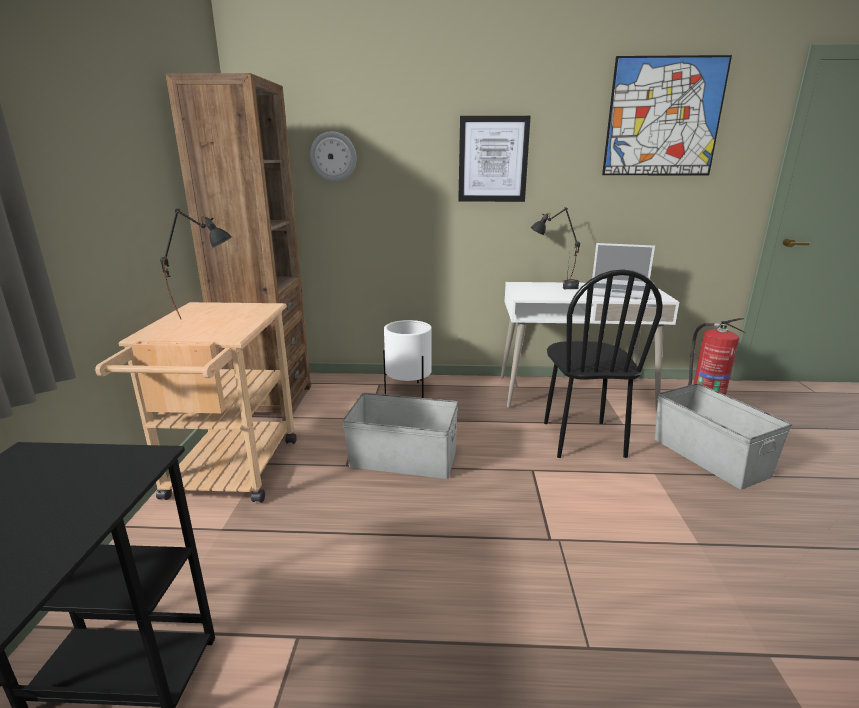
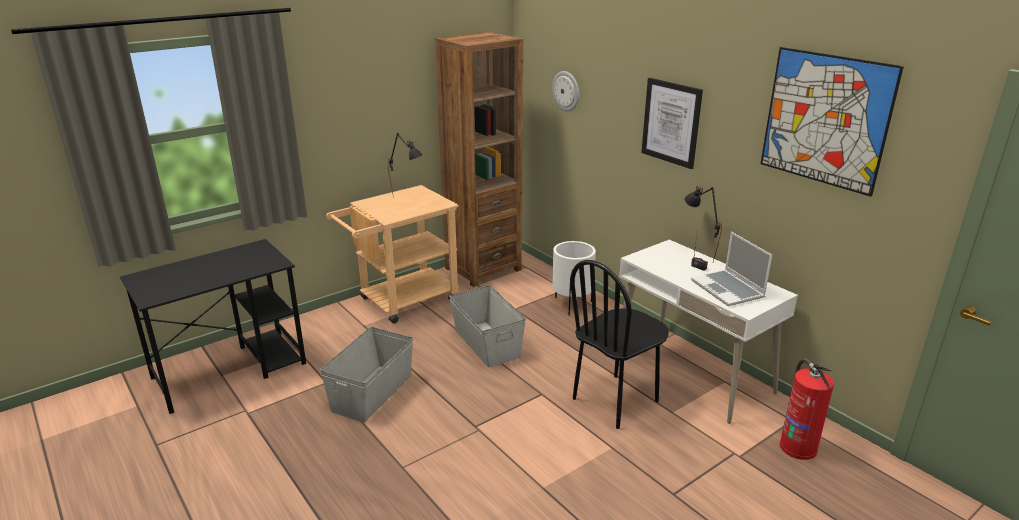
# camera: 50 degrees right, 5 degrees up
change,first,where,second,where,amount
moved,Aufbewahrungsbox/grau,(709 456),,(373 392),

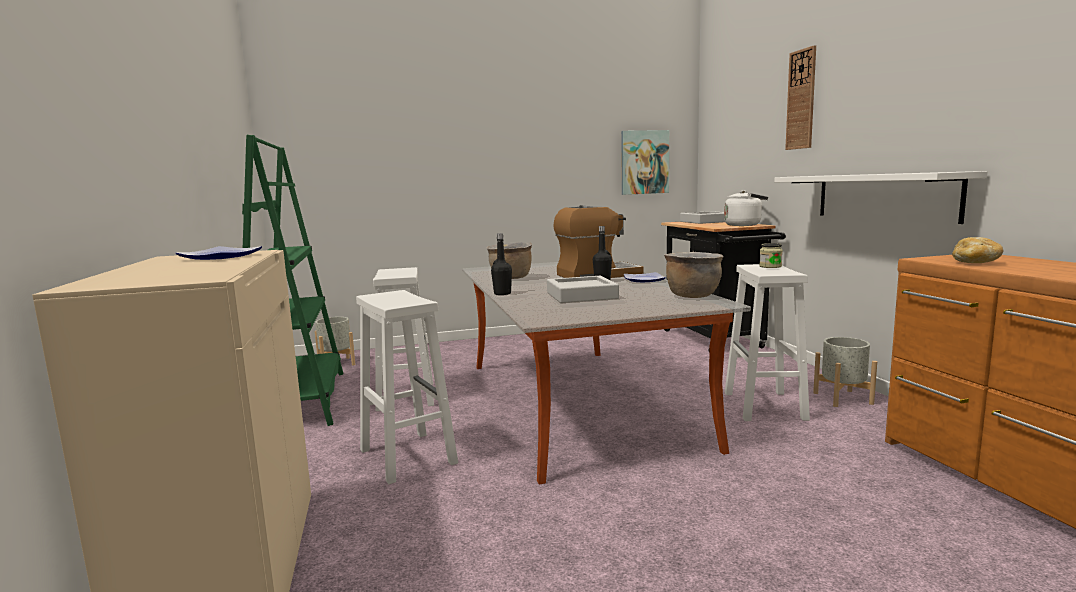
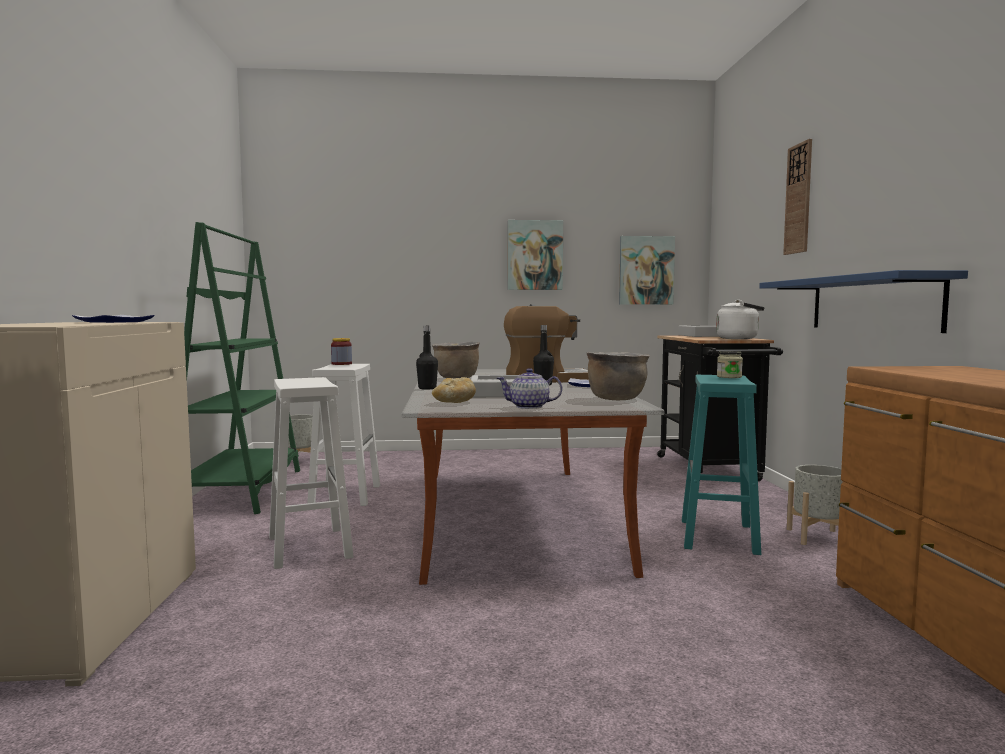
# camera: 10 degrees right, 5 degrees down
change,first,where,second,where,amount
added,,,Vorratsglas,(341 364),
moved,Brot,(975 263),,(454 402),
added,,,Teekanne,(529 407),
added,,,Bild,(535 255),
recoloured,Hocker/weiß,(765 406),Hocker/türkis,(719 537),
recoloured,Wandregal/weiß,(884 196),Wandregal/blau,(872 303),

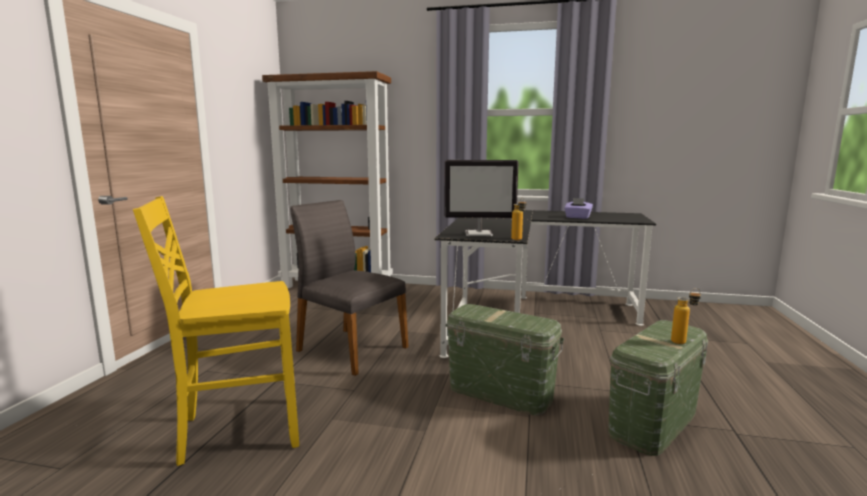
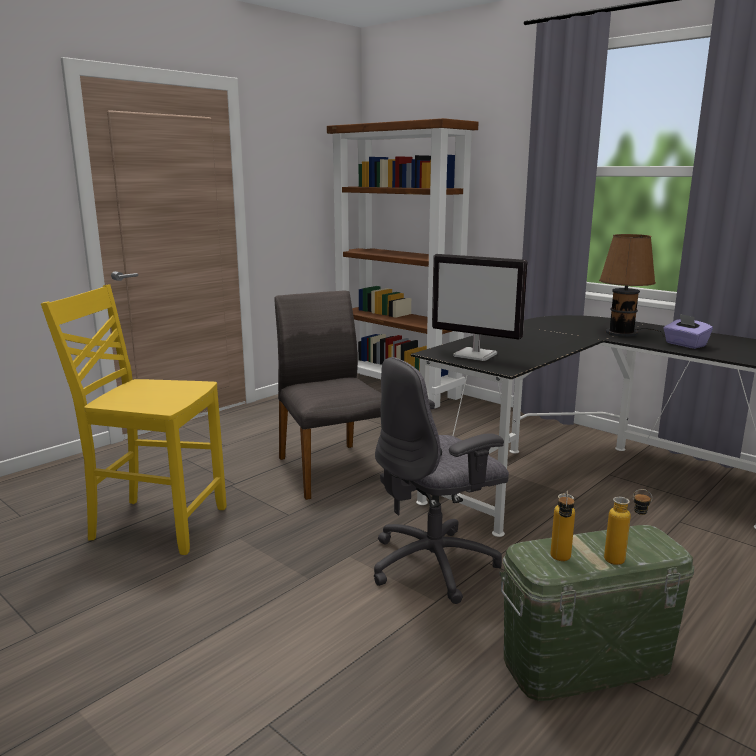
# camera: 30 degrees right, 5 degrees up
change,first,where,second,where,amount
replaced,Aufbewahrungsbox/grün,(500 393),Bürostuhl/grau,(435 564),
moved,Flasche,(518 240),,(560 561),
added,,,Tischlampe/braun,(625 333),

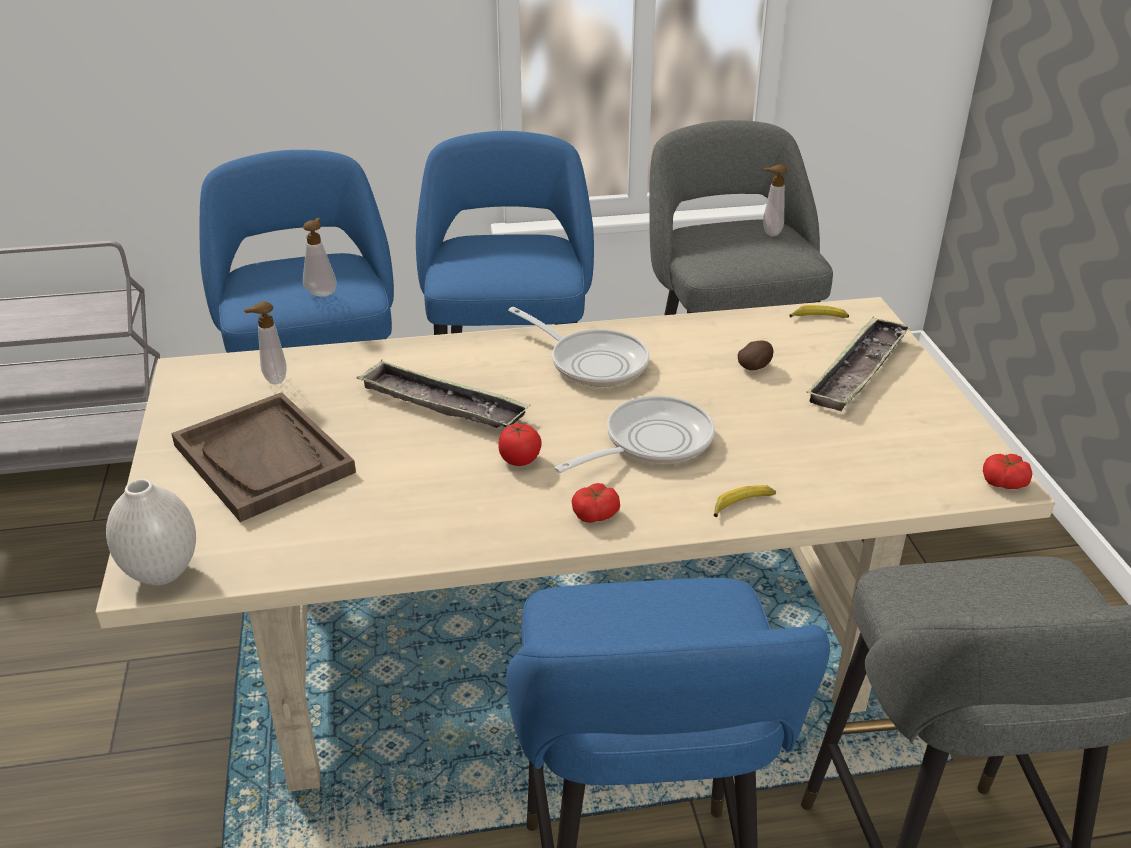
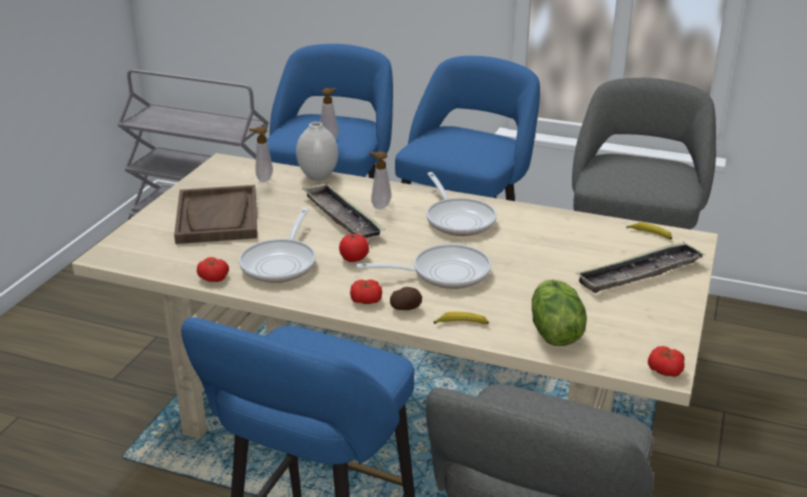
# camera: 30 degrees right, 5 degrees down
change,first,where,second,where,amount
added,,,Tomate,(213 277),
added,,,Pfanne,(281 263),
moved,Vase/weiß,(162 574),,(318 177),
moved,Seifenspender,(769 233),,(379 206),
moved,Kartoffel,(755 367),,(406 308),
added,,,Salatkopf,(553 332),

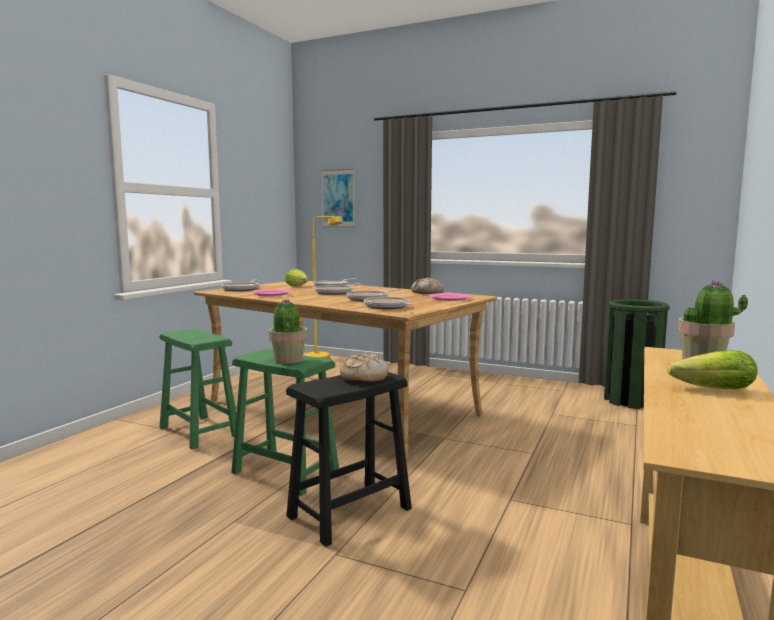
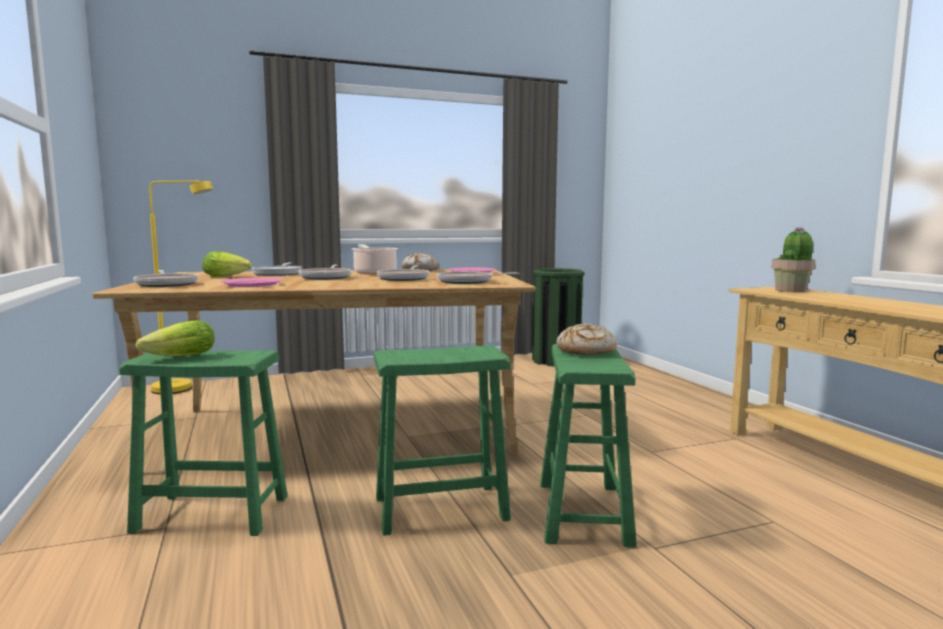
# camera: 45 degrees left, 0 degrees up
change,first,where,second,where,amount
moved,Salatkopf,(708 389),,(177 357),
added,,,Kochtopf,(374 273),
recoloured,Hocker/schwarz,(349 512),Hocker/grün,(582 513),
removed,Topfpflanze,(288 360),,,
removed,Bild,(338 198),,,

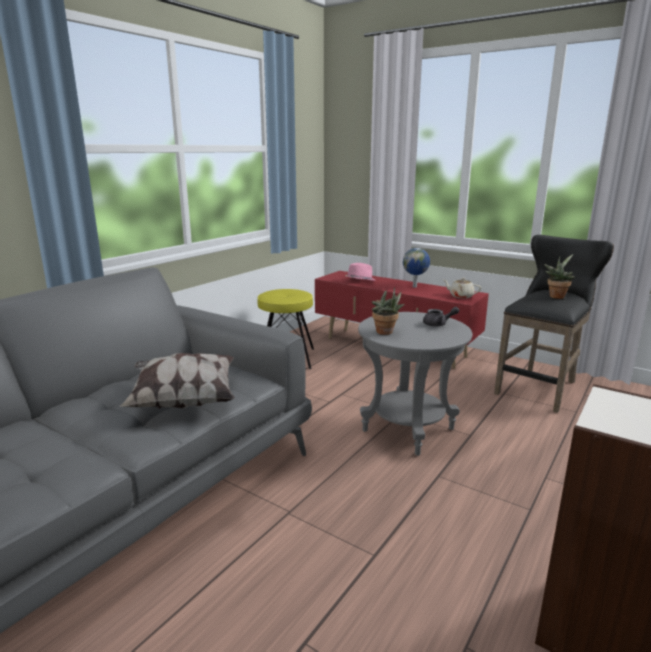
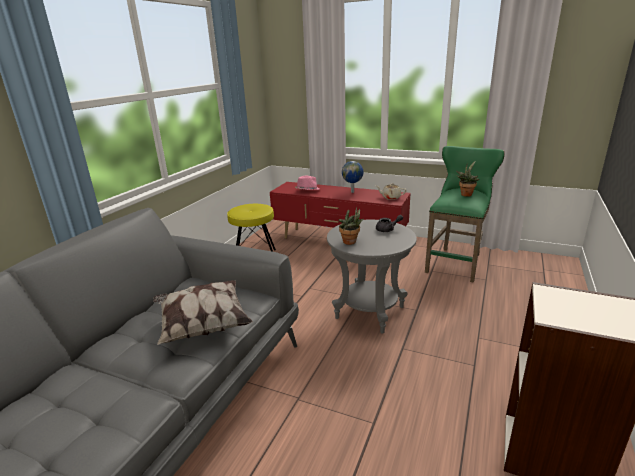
# camera: 10 degrees left, 5 degrees up
change,first,where,second,where,amount
recoloured,Hocker/schwarz,(540 387),Hocker/grün,(456 262),

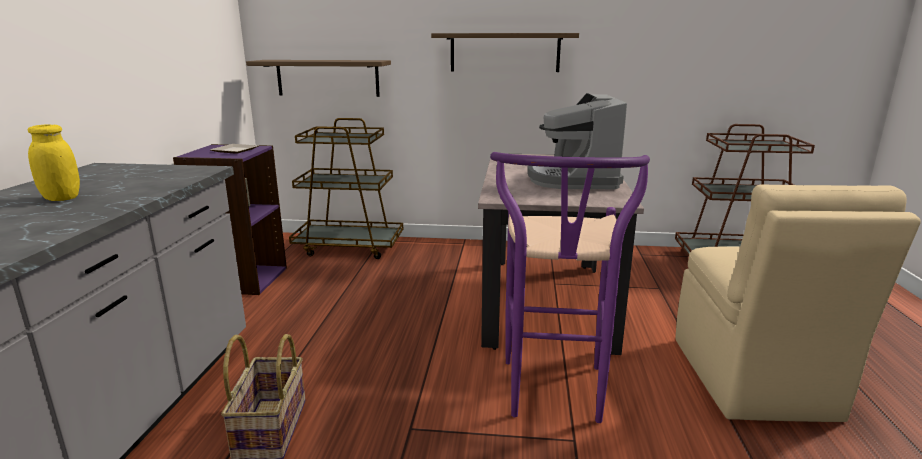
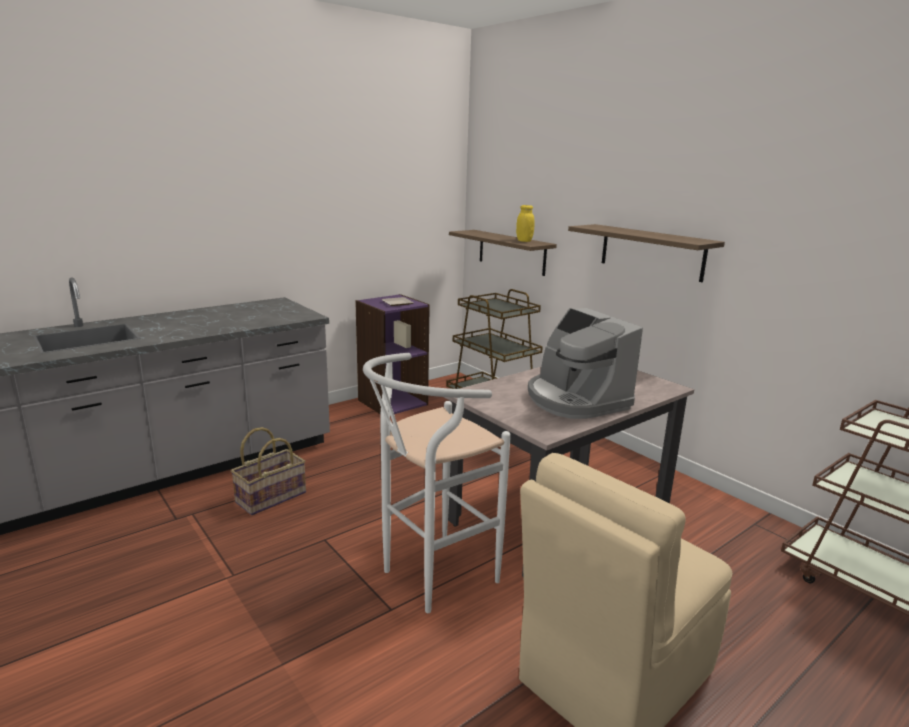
# camera: 45 degrees right, 0 degrees up
change,first,where,second,where,amount
recoloured,Hocker/lila,(554 397),Hocker/weiß,(430 578),
moved,Vorratsglas/gelb,(61 198),,(524 241),
turned,Kaffeemaschine,(573 179),,(575 400),75 degrees counterclockwise

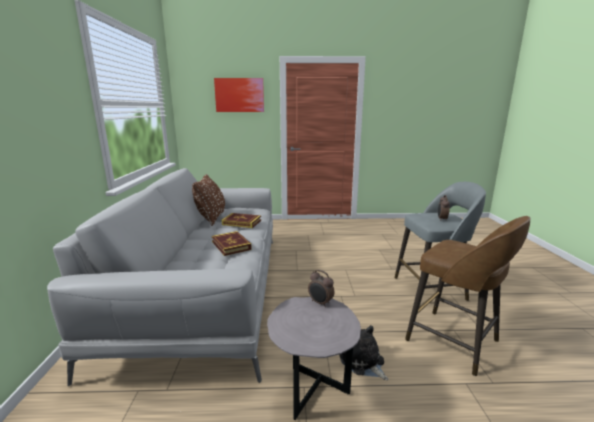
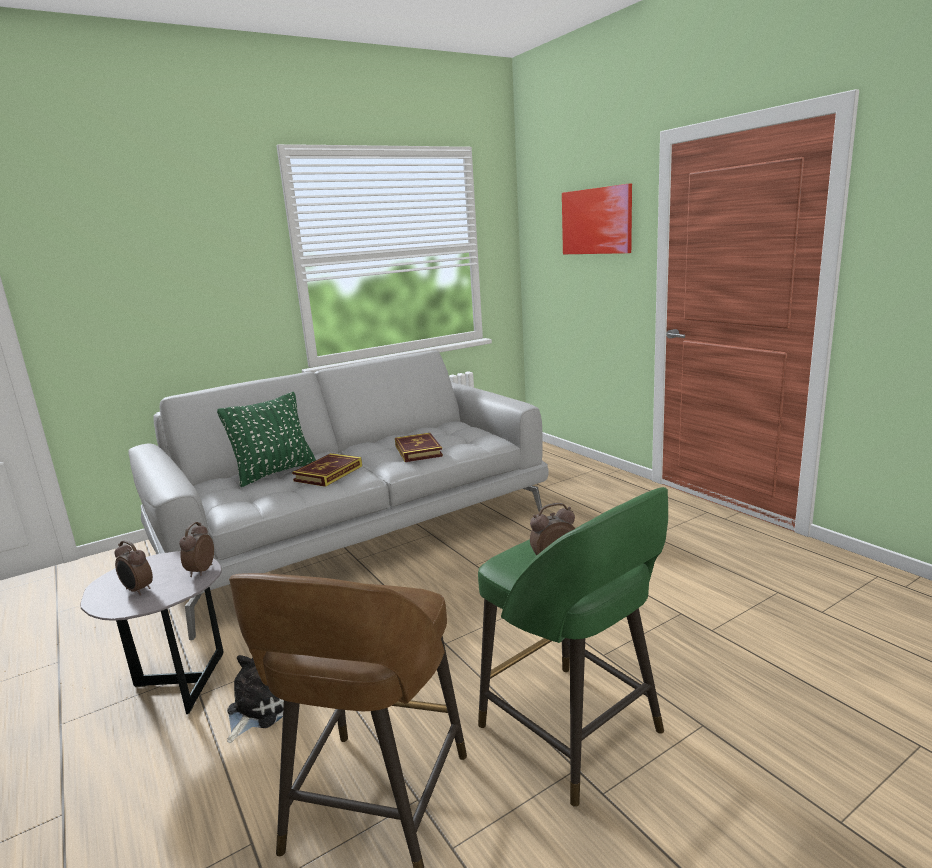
# camera: 60 degrees right, 0 degrees up
change,first,where,second,where,amount
added,,,Wecker,(138 590),
added,,,Kissen/grün,(275 472),
recoloured,Hocker/grau,(431 288),Hocker/grün,(573 732),
removed,Kissen/braun,(211 218),,,

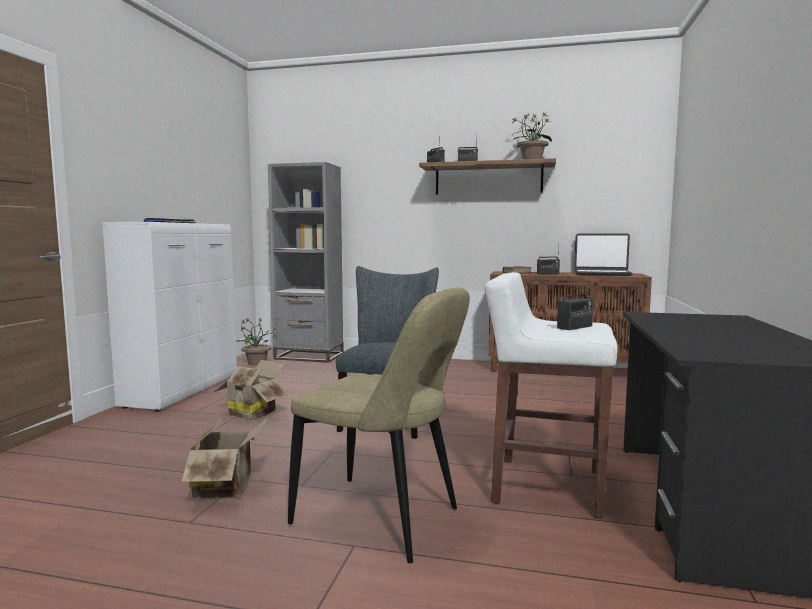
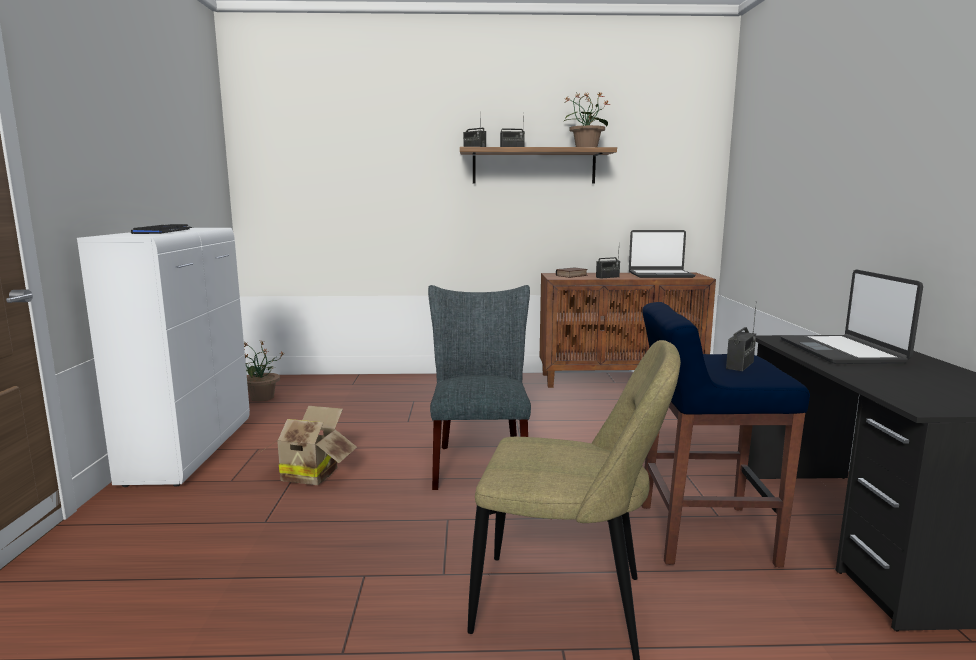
# camera: 15 degrees left, 5 degrees up
change,first,where,second,where,amount
recoloured,Hocker/weiß,(545 486),Hocker/blau,(702 534),
added,,,Laptop,(842 351),
removed,Karton,(228 487),,,
removed,Bücherregal/grau,(309 356),,,

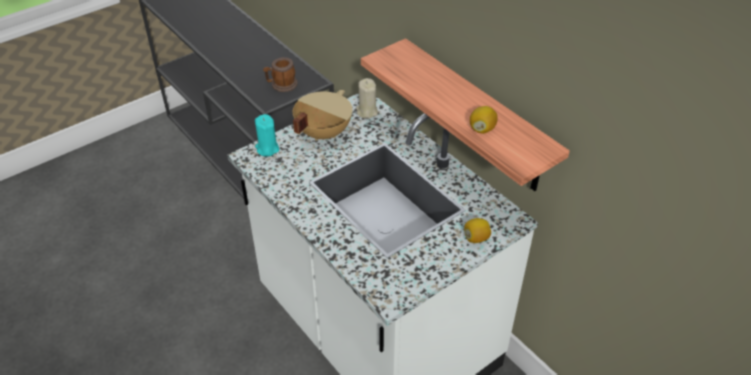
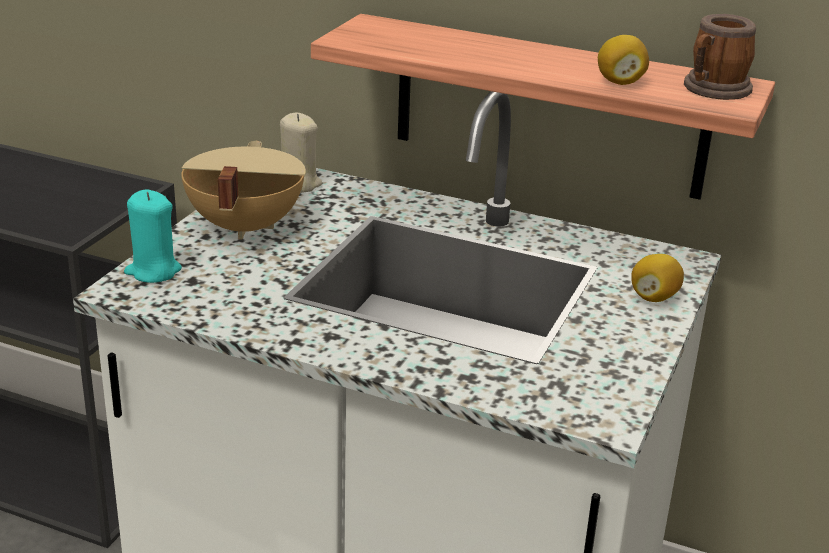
# camera: 30 degrees left, 15 degrees down
change,first,where,second,where,amount
moved,Henkelbecher,(281 85),,(713 90),

